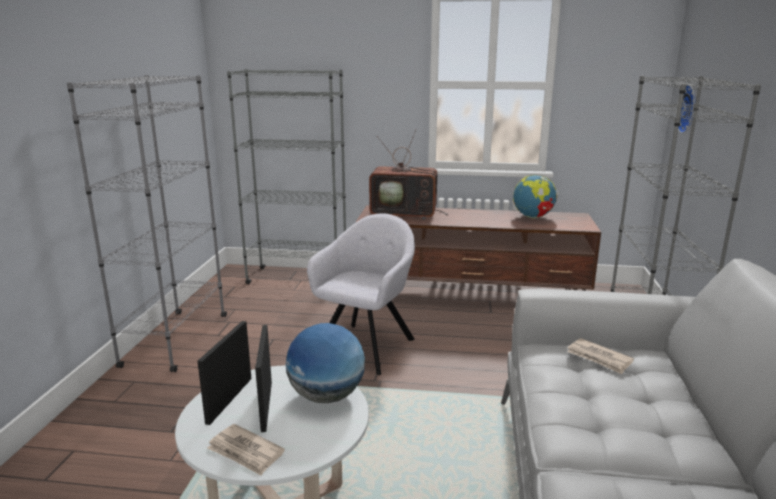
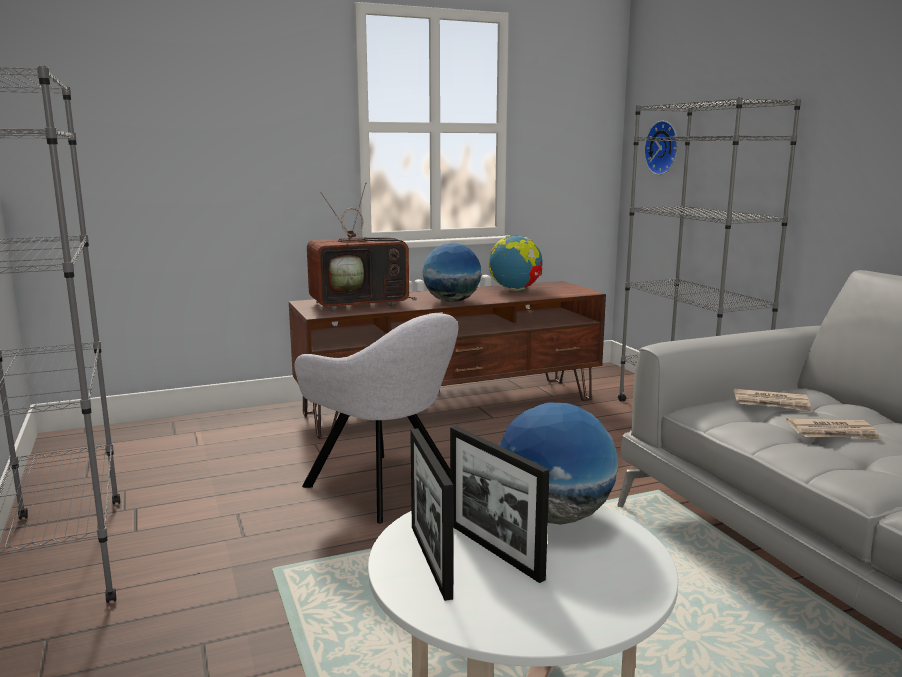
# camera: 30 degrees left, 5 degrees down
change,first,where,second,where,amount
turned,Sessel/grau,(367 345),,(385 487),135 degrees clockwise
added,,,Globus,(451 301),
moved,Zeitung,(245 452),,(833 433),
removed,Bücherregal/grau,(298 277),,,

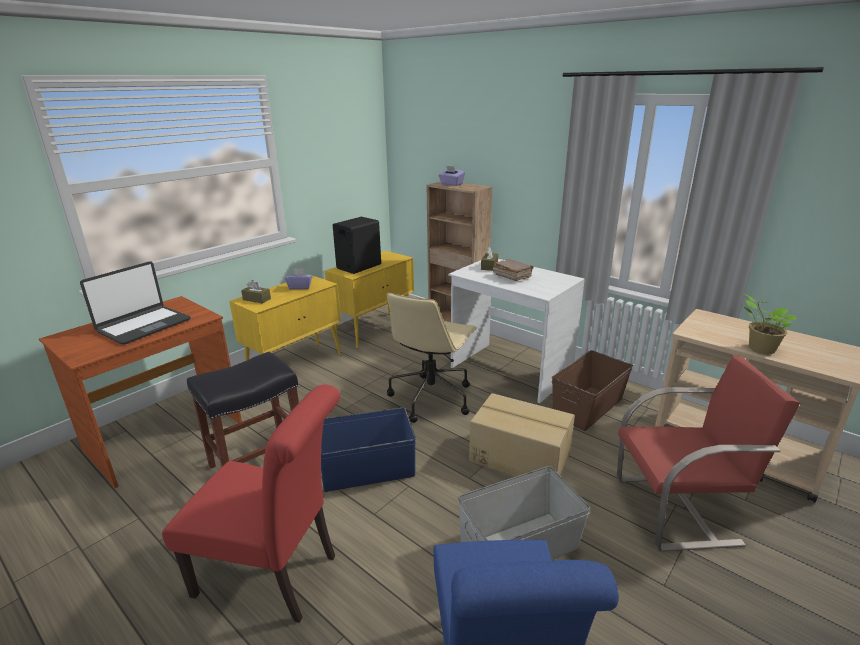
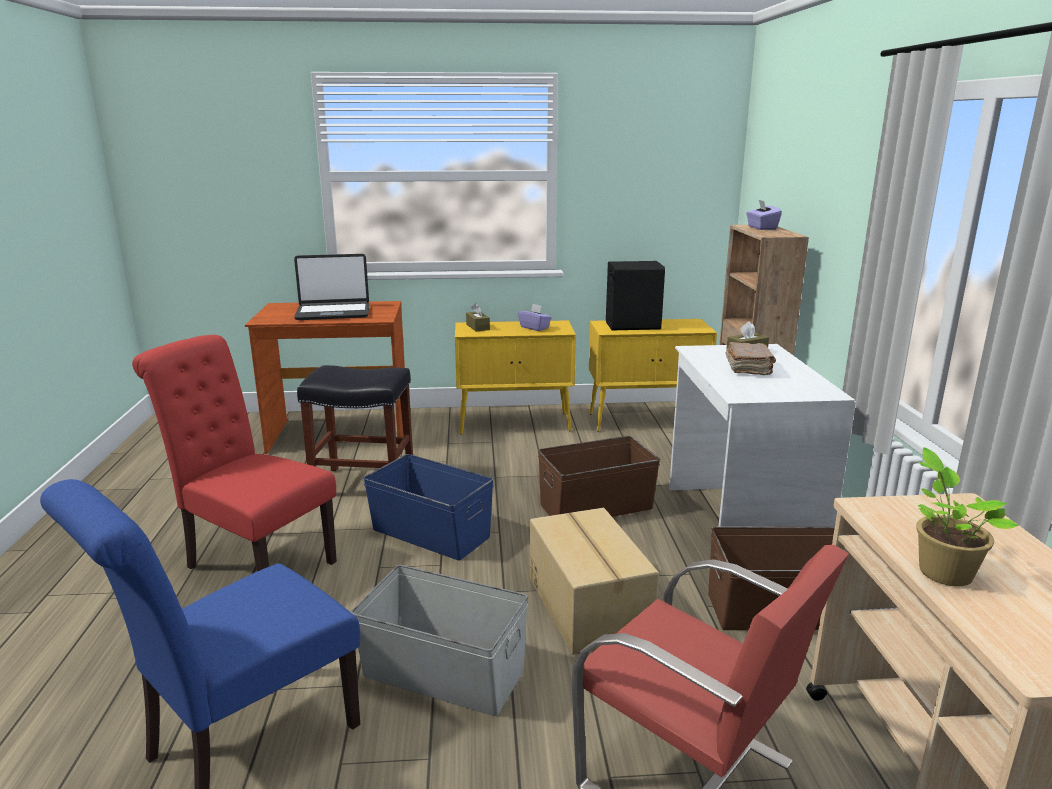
# camera: 45 degrees right, 5 degrees down
change,first,where,second,where,amount
turned,Stuhl/rot,(274 576),,(254 562),150 degrees clockwise
replaced,Bürostuhl/beige,(431 397),Aufbewahrungsbox/braun,(595 506),

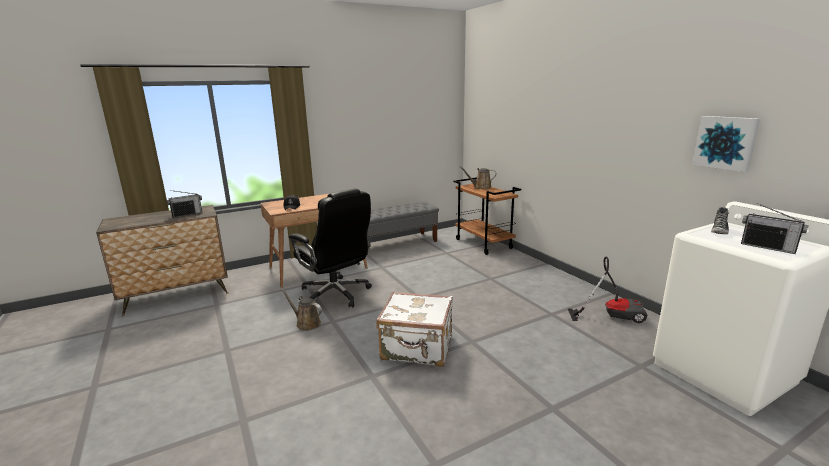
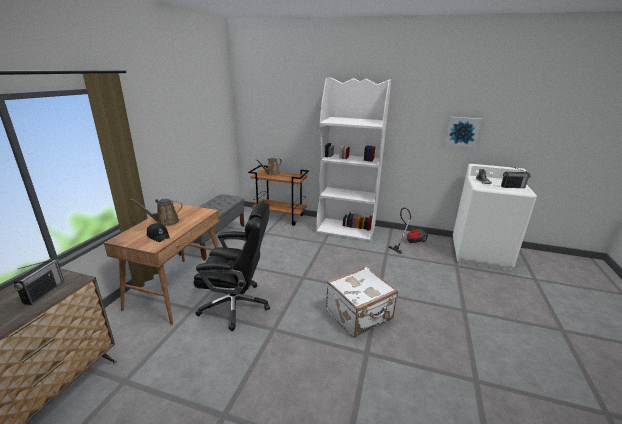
# camera: 45 degrees left, 5 degrees up
change,first,where,second,where,amount
moved,Gießkanne/braun,(306 323),,(165 222),
added,,,Bücherregal/weiß,(346 229),

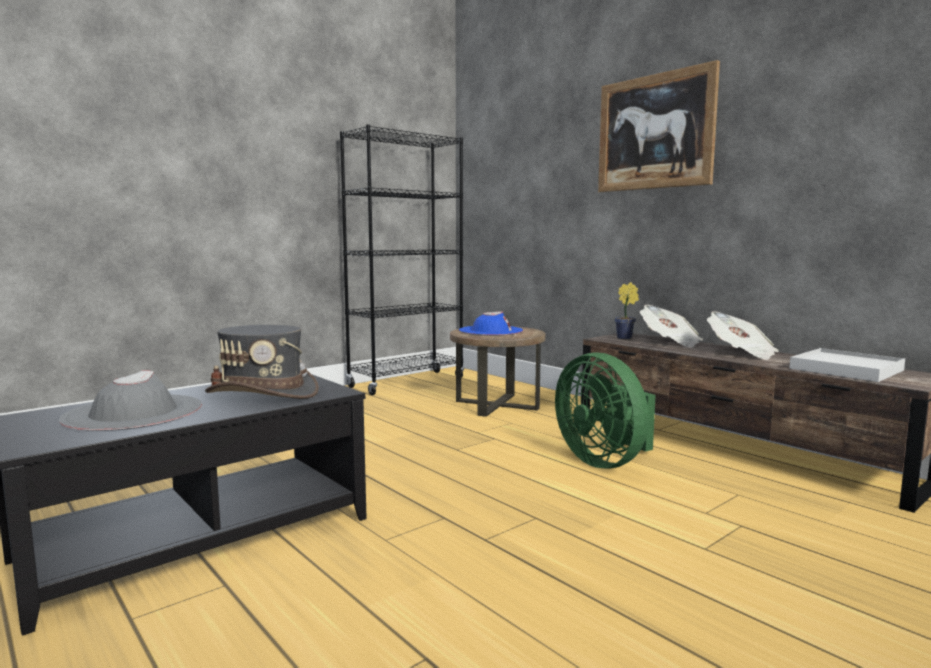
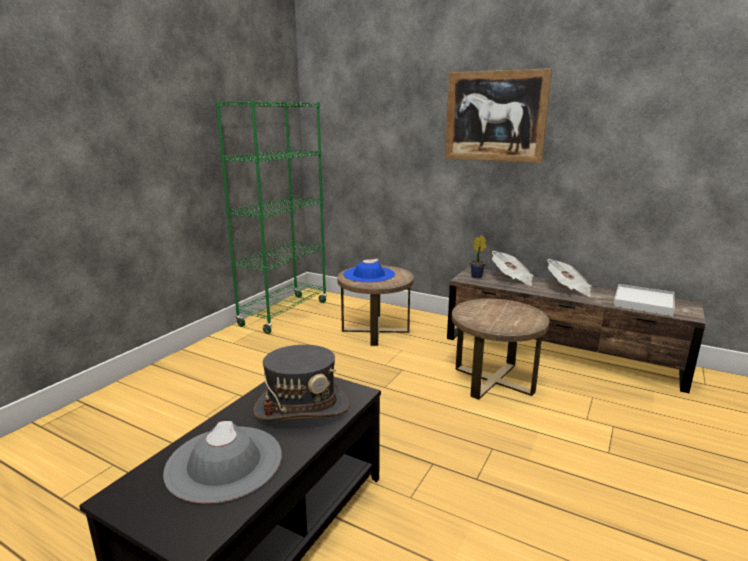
# camera: 20 degrees left, 10 degrees up
change,first,where,second,where,amount
recoloured,Bücherregal/schwarz,(406 382),Bücherregal/grün,(284 313),
replaced,Ventilator/grün,(605 461),Beistelltisch/braun,(493 380),

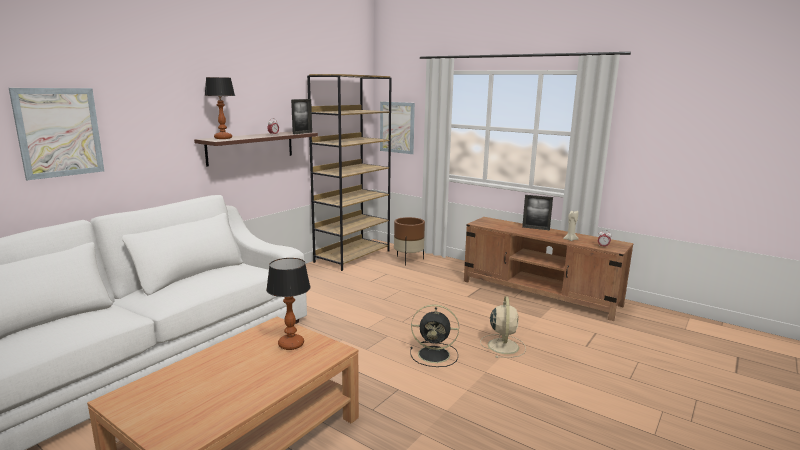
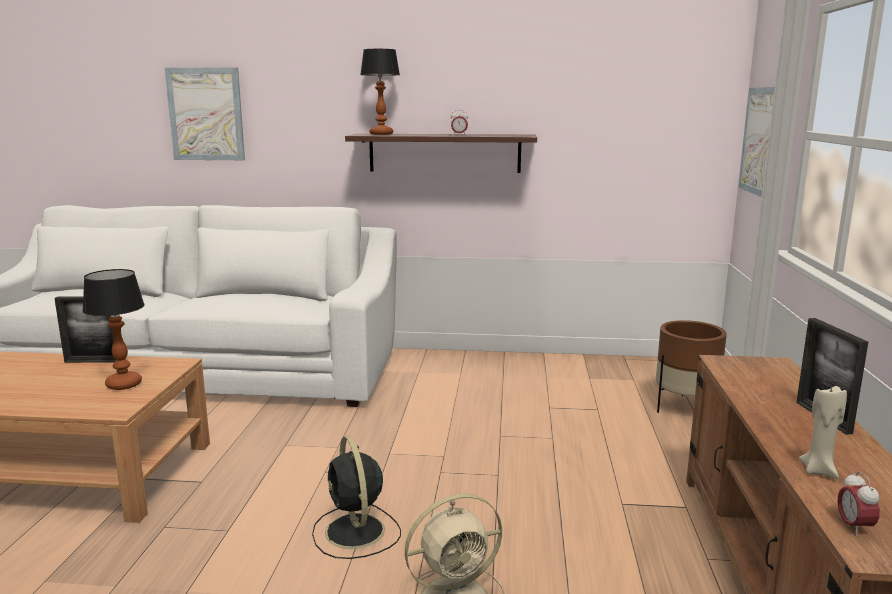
# camera: 60 degrees right, 0 degrees up
change,first,where,second,where,amount
moved,Bilderrahmen,(302 133),,(92 361),
removed,Bücherregal/braun,(352 256),,,

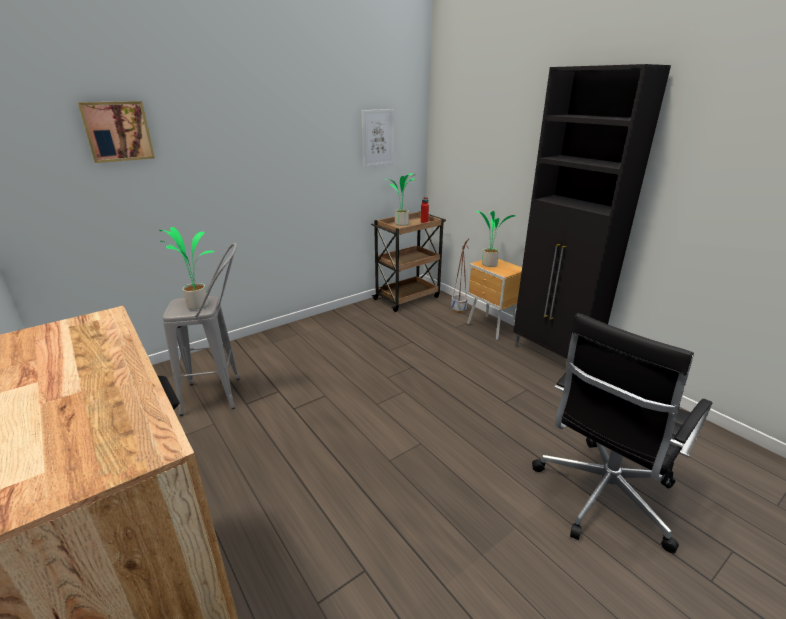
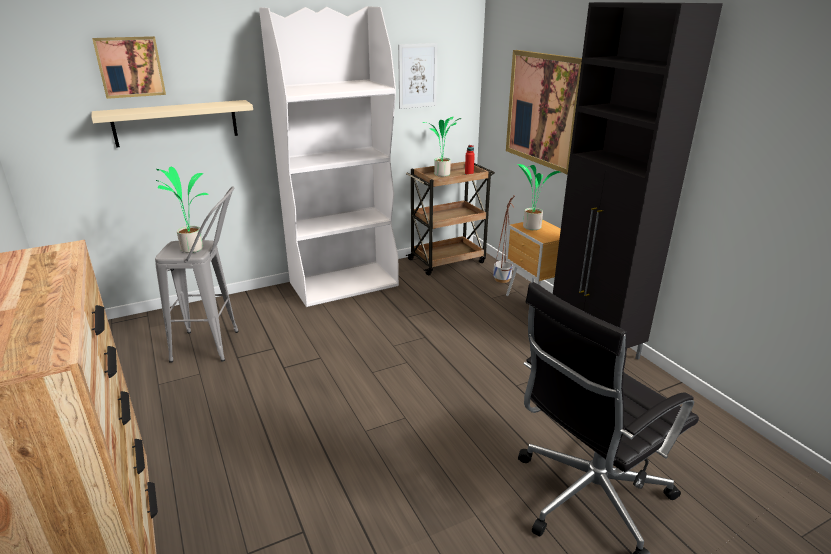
# camera: 10 degrees right, 0 degrees up
change,first,where,second,where,amount
added,,,Wandregal/beige,(176 123),
added,,,Bücherregal/weiß,(344 284),
added,,,Bild,(544 110),

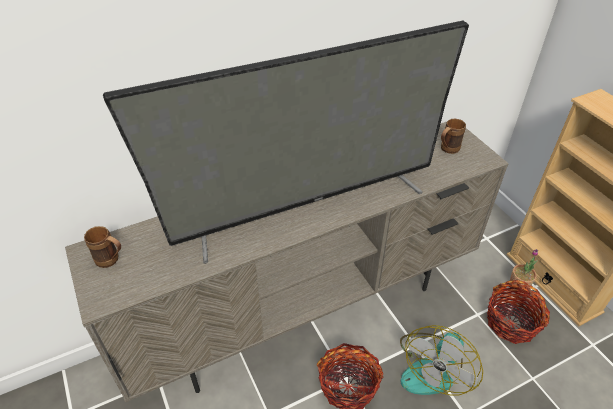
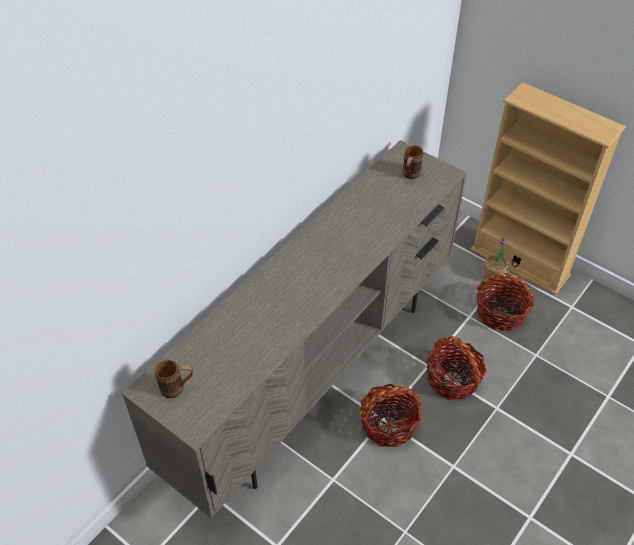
# camera: 25 degrees left, 5 degrees up
change,first,where,second,where,amount
replaced,Ventilator,(433 368),Korb,(453 379),
removed,Fernseher,(307 208),,,

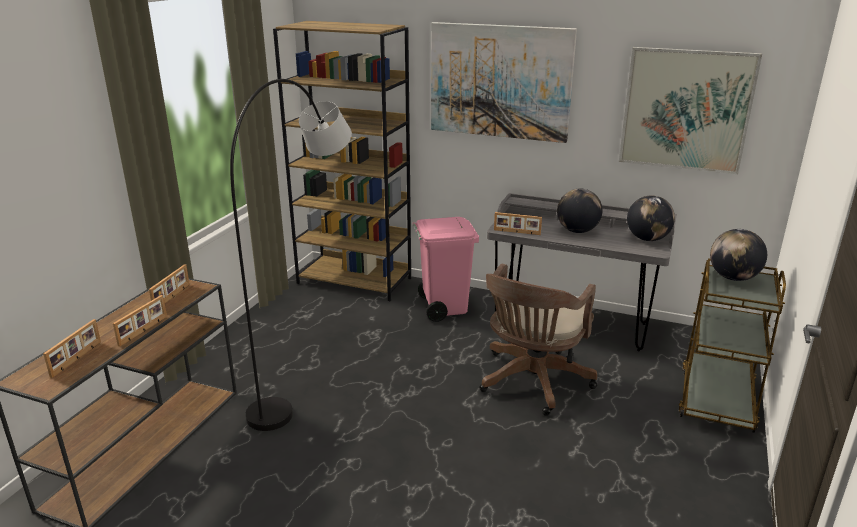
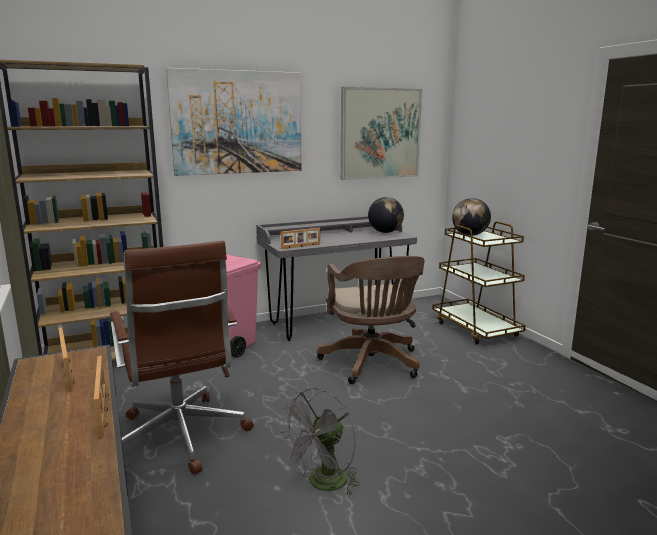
# camera: 45 degrees left, 10 degrees down
change,first,where,second,where,amount
replaced,Stehlampe/schwarz,(310 369),Bürostuhl/braun,(181 438),
added,,,Ventilator/grau,(323 485),
removed,Bilderrahmen,(77 359),,,
removed,Globus,(577 231),,,

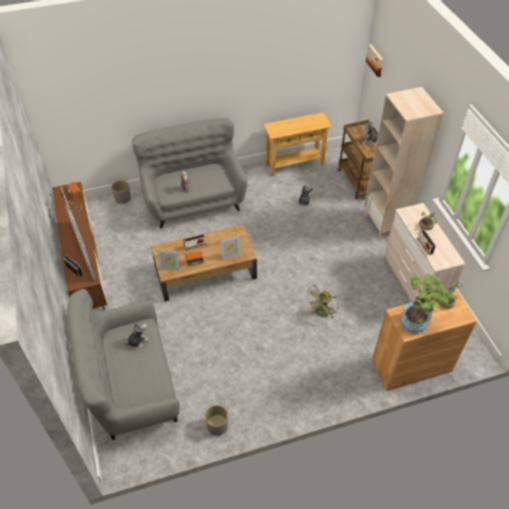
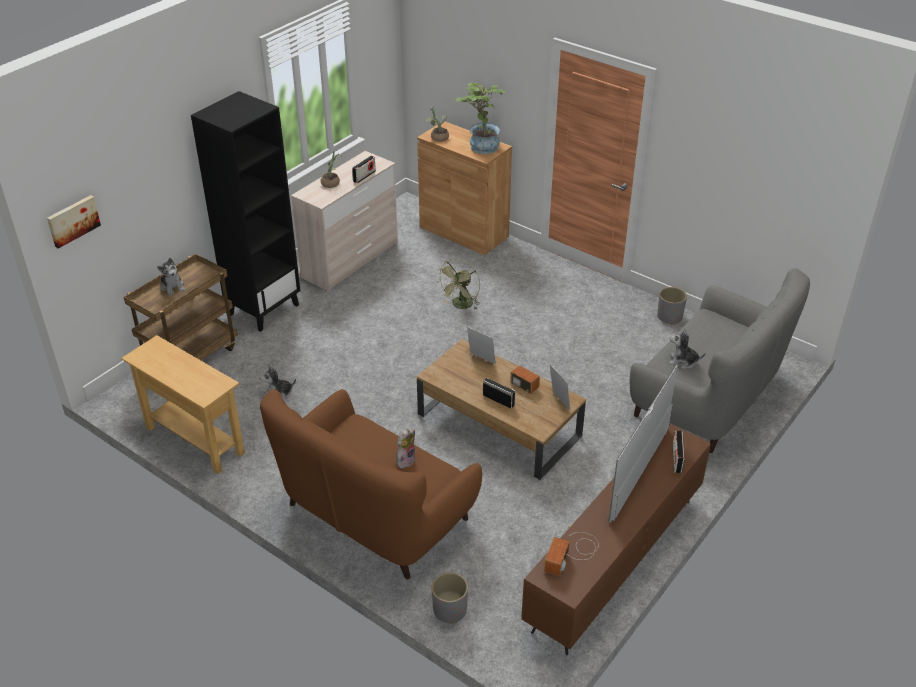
# camera: 125 degrees left, 10 degrees down
change,first,where,second,where,amount
recoloured,Bücherregal/beige,(386 224),Bücherregal/schwarz,(264 309),
recoloured,Sofa/grau,(194 200),Sofa/braun,(374 514),
turned,Ventilator/grün,(321 314),,(461 306),120 degrees clockwise

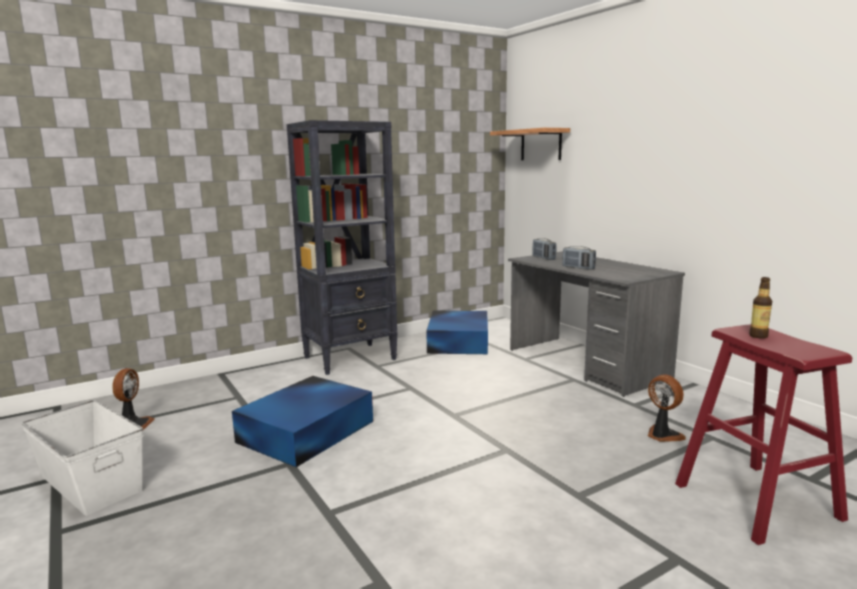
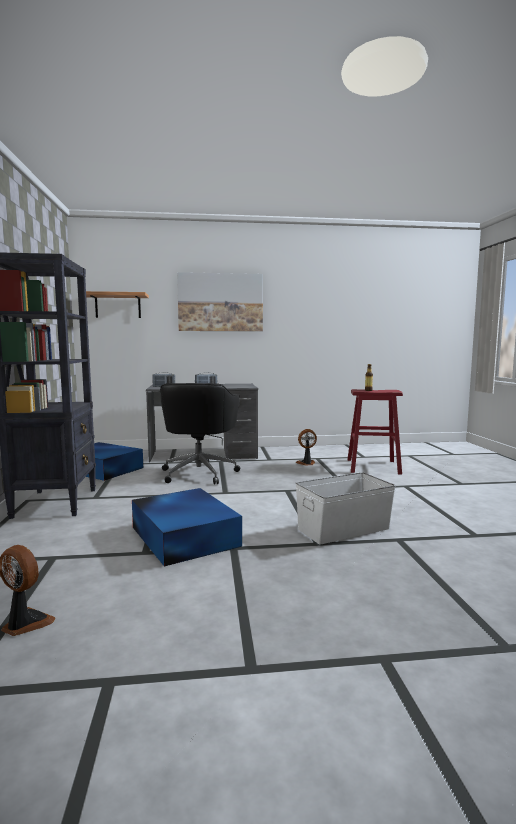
# camera: 65 degrees left, 5 degrees down
change,first,where,second,where,amount
added,,,Bürostuhl/schwarz,(199 473),
added,,,Bild,(220 302),
moved,Aufbewahrungsbox/weiß,(91 482),,(343 529),

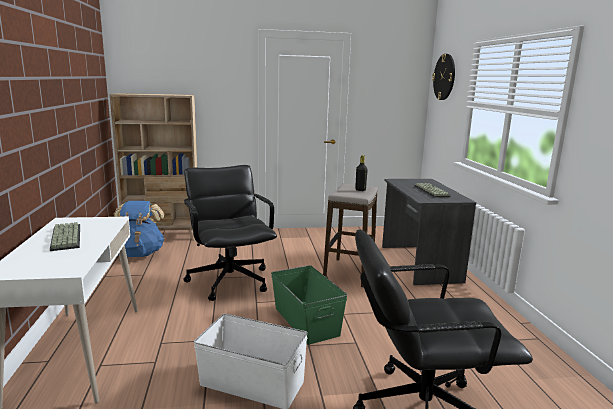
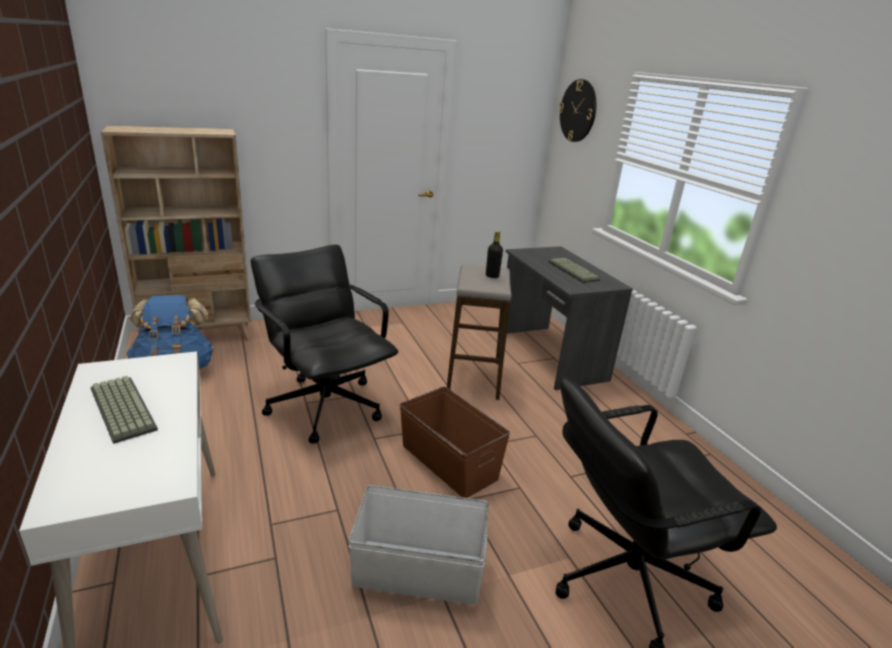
# camera: 15 degrees left, 10 degrees up
change,first,where,second,where,amount
recoloured,Aufbewahrungsbox/grün,(306 321),Aufbewahrungsbox/braun,(449 461),

